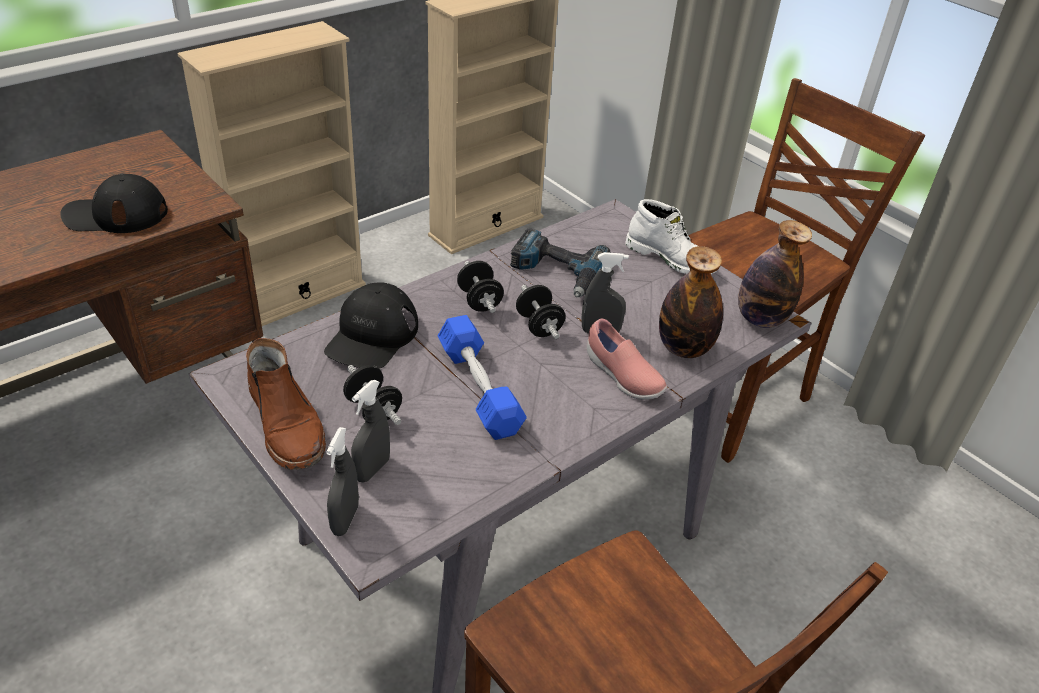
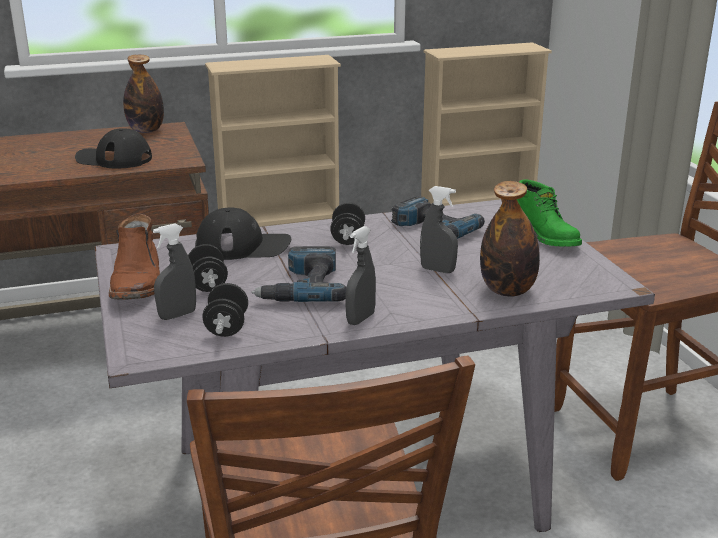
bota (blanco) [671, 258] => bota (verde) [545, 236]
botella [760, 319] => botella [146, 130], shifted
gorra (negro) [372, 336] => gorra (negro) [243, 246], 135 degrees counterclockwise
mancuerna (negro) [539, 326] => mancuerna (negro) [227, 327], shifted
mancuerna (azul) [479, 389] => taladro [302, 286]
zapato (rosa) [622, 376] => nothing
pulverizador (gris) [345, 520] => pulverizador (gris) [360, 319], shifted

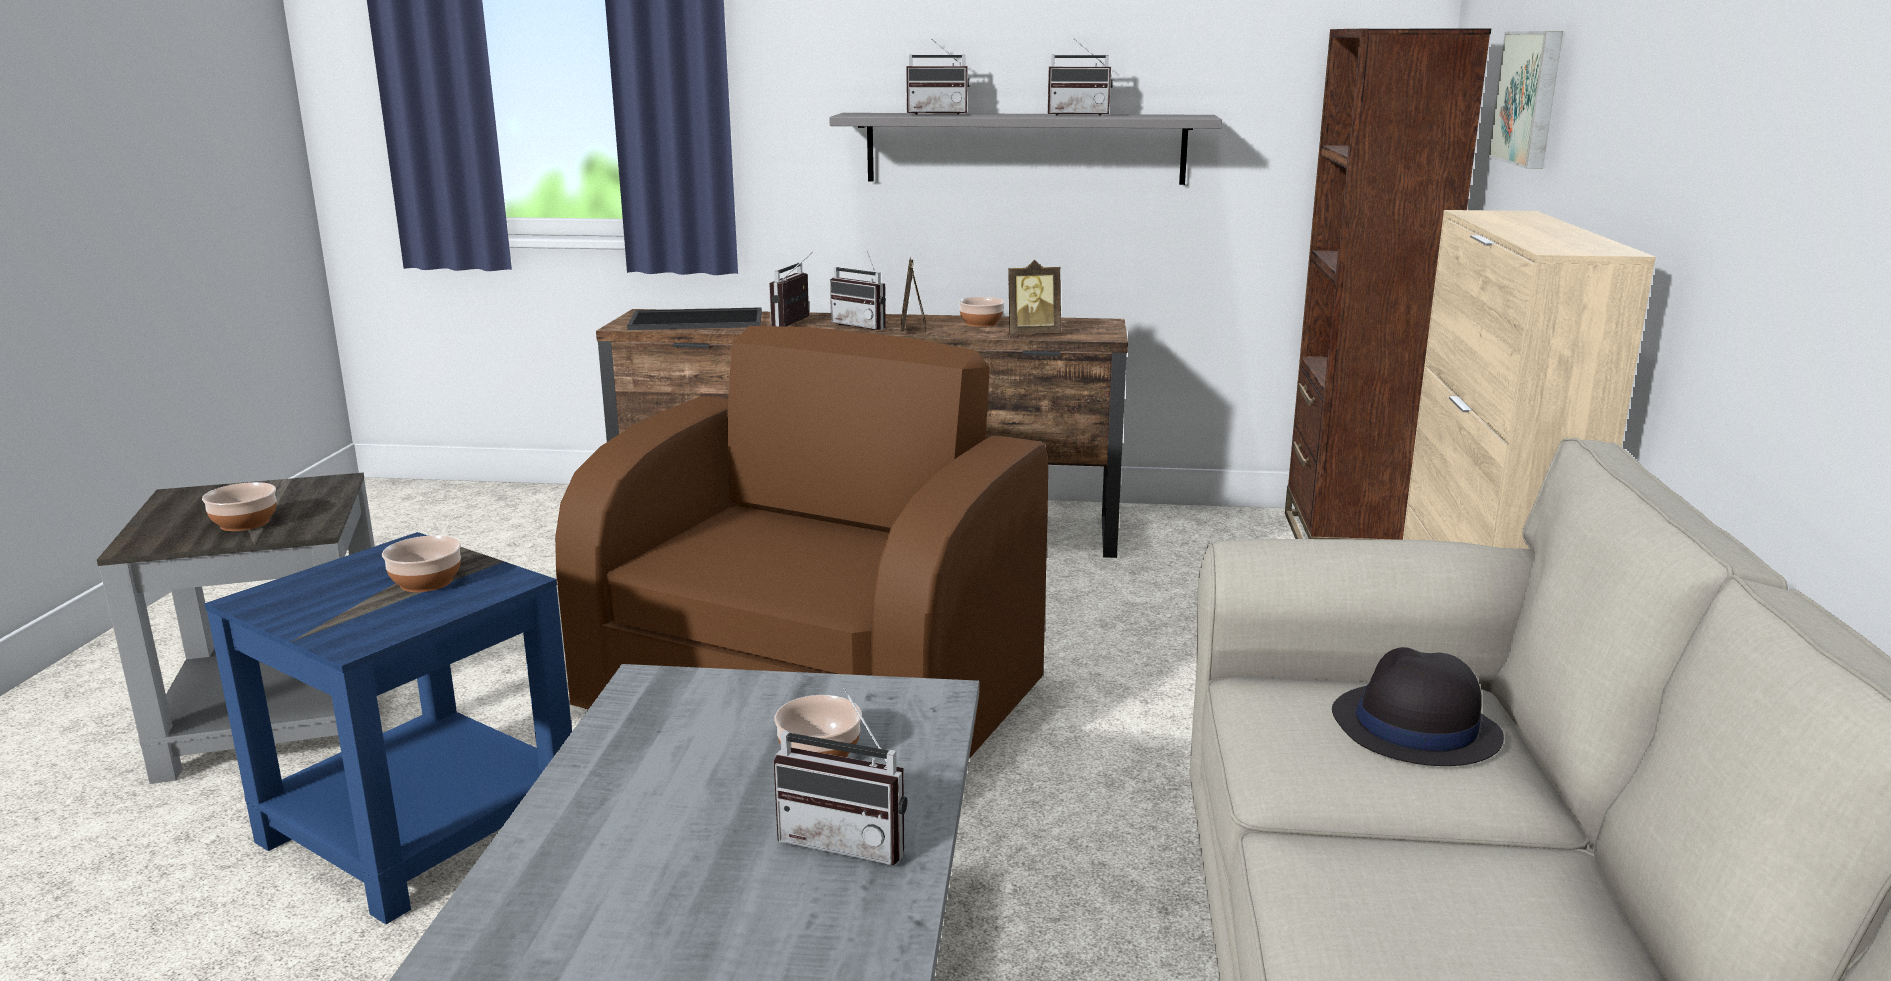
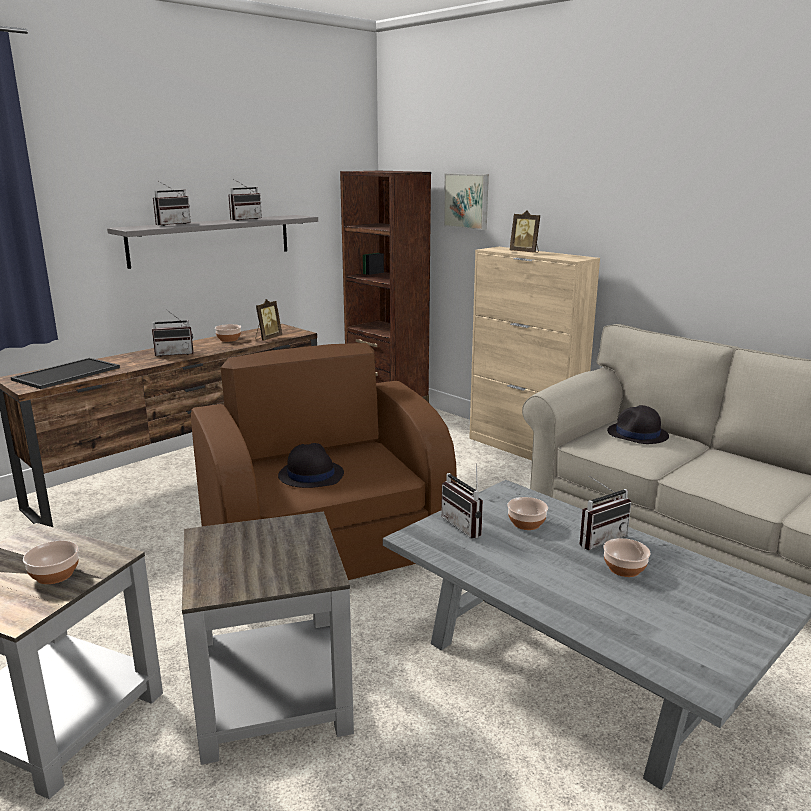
radio [797, 324] => radio [466, 526], shifted
portarretratos [913, 329] => portarretratos [525, 252], shifted
mesa auxiliar (azul) [421, 823] => mesa auxiliar (gris) [269, 695]
cuenco [426, 581] => cuenco [624, 568], shifted
nothing => sombrero (negro) [310, 475]

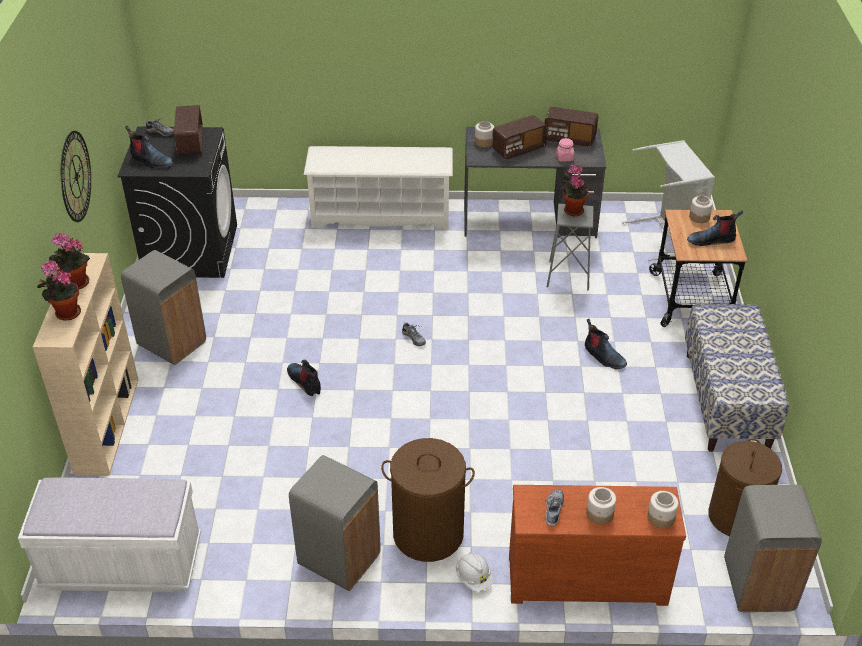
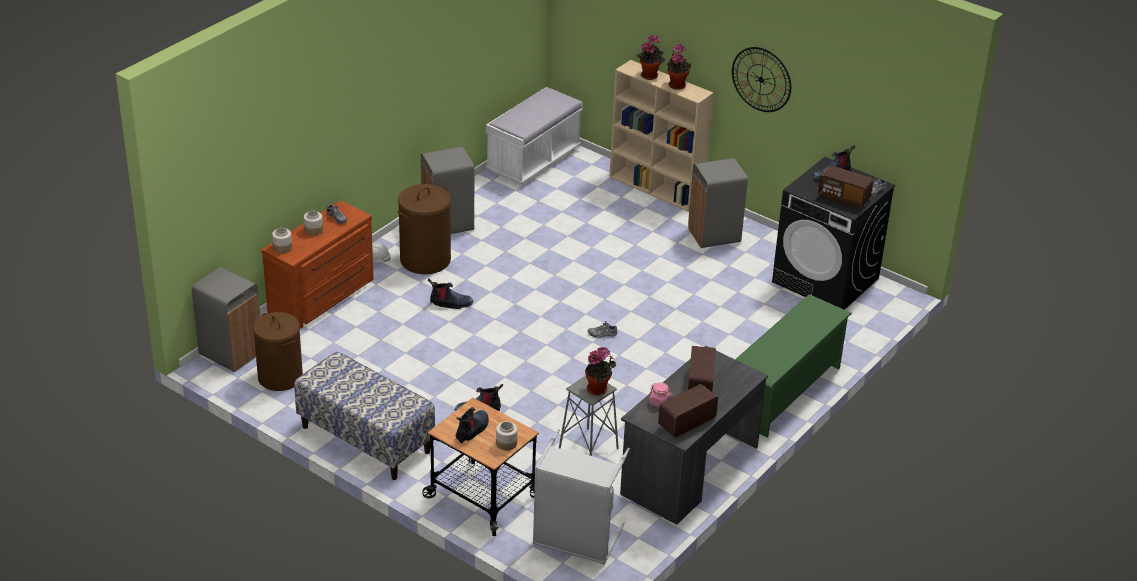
tarro [483, 142] => nothing
zapatero (blanco) [381, 214] => zapatero (verde) [783, 392]
bota [305, 382] => bota [450, 303], shifted

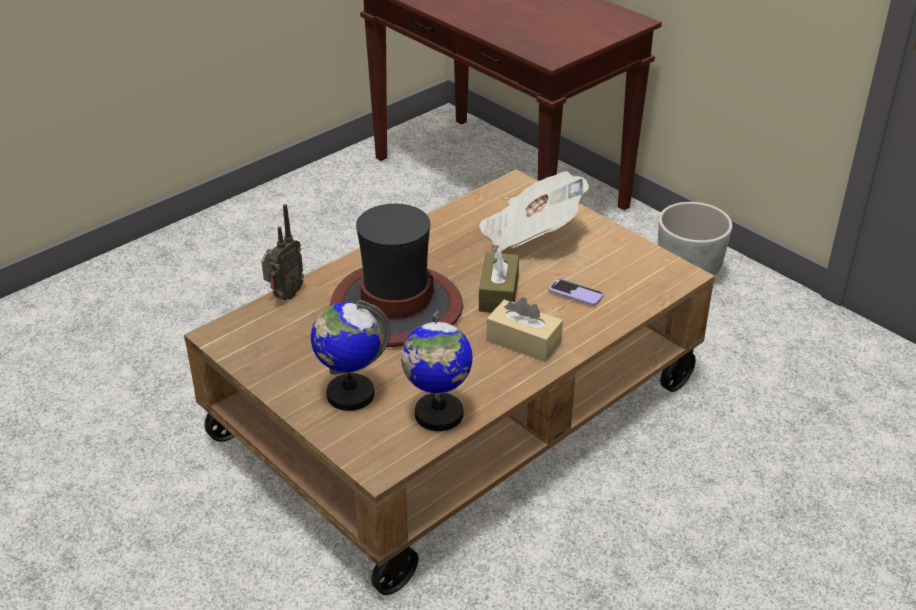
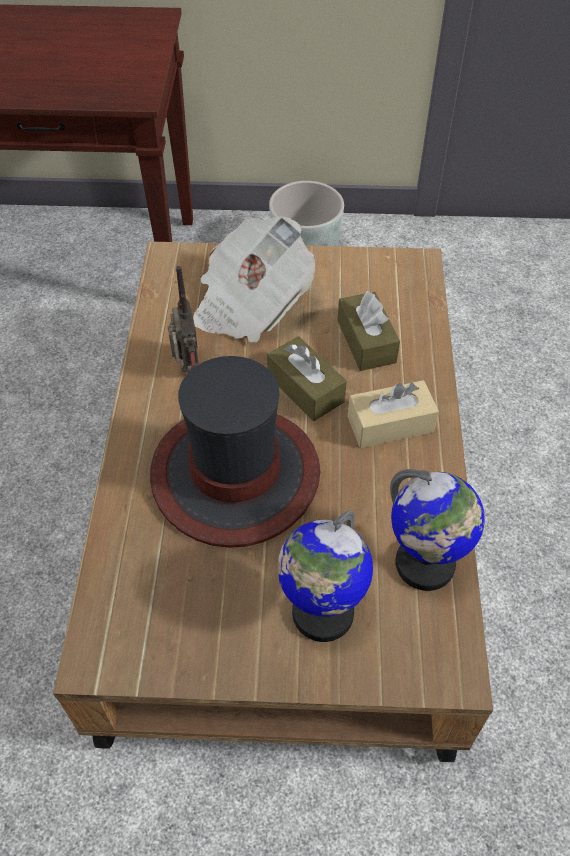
radio [284, 296] => radio [186, 367], shifted
móvil [575, 294] => caja de pañuelos (marrón) [366, 341]

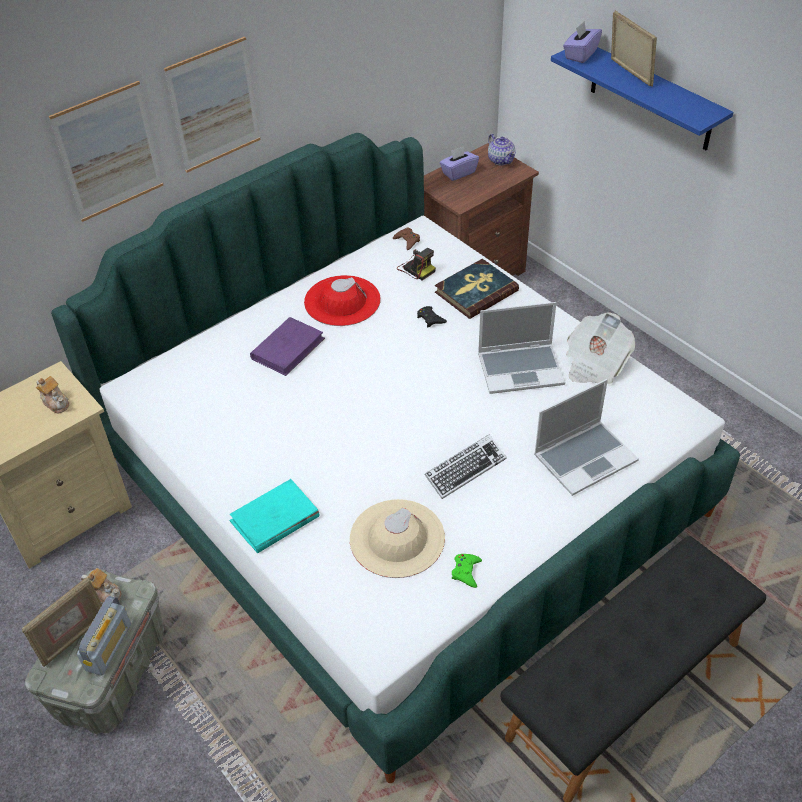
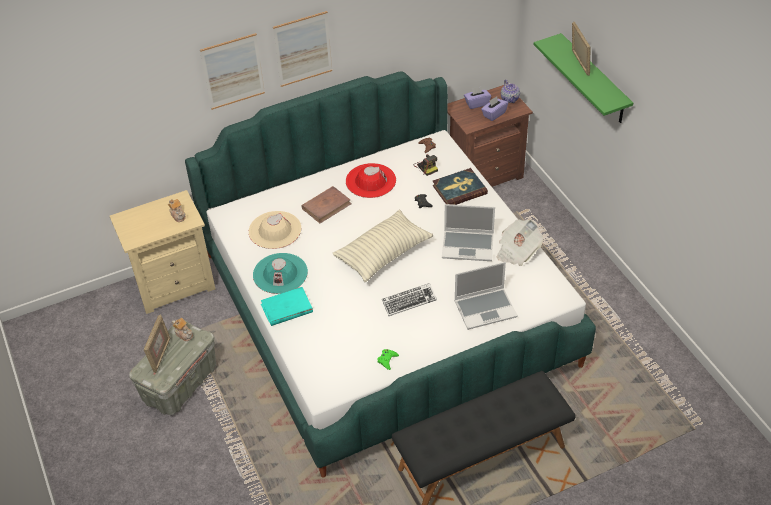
caja de pañuelos (morado) [580, 54] => caja de pañuelos (morado) [494, 114], shifted
estante (azul) [651, 97] => estante (verde) [594, 80]
libro (morado) [288, 349] => libro (marrón) [326, 206]
sombrero (beis) [397, 538] => sombrero (beis) [275, 230], shifted
portarretratos [73, 638] => portarretratos [160, 355], 45 degrees counterclockwise
radio [109, 646] => nothing
nothing => cojín [383, 254]
nothing => sombrero (turquesa) [280, 273]

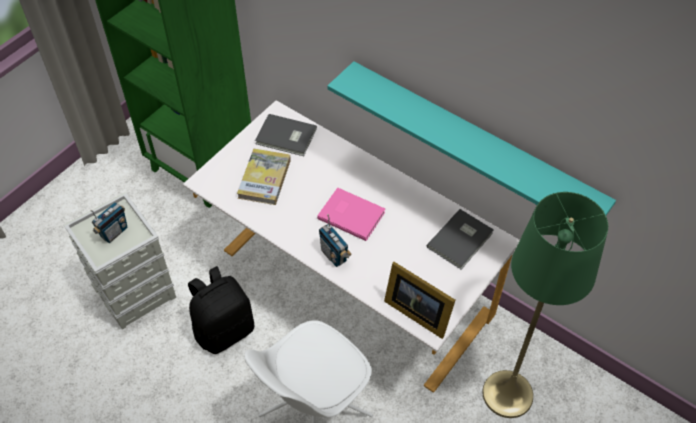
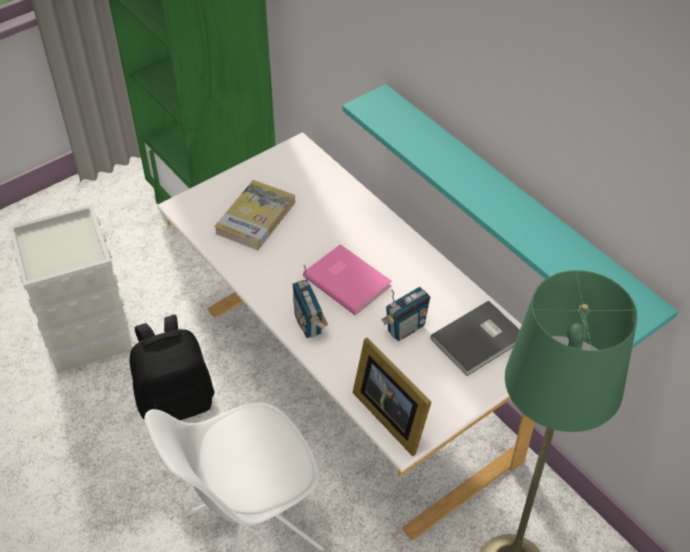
libro (gris) [286, 137] => nothing
radio [114, 232] => radio [405, 328], shifted

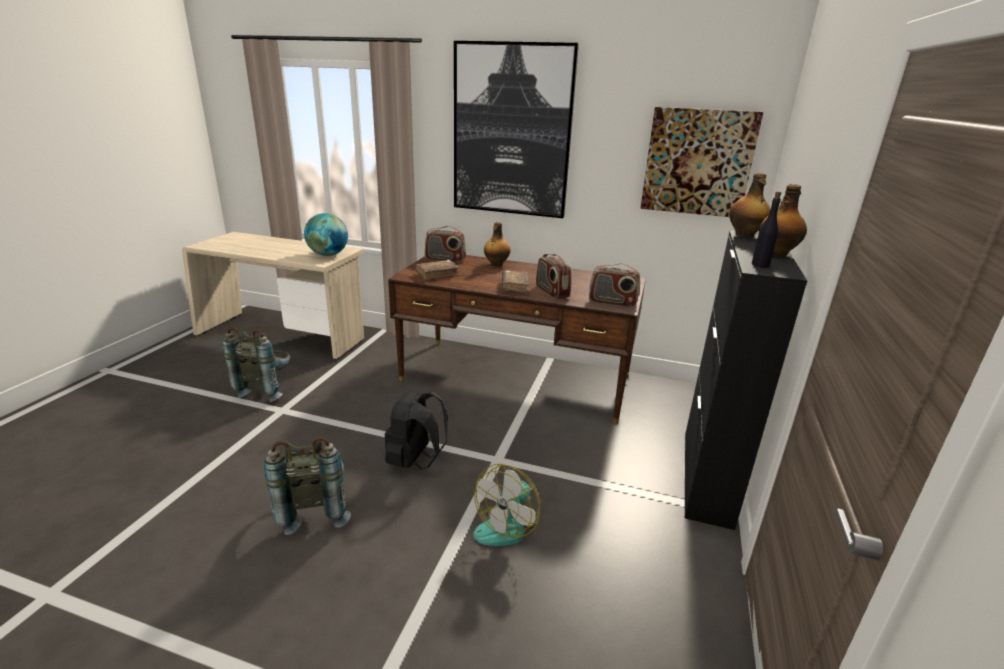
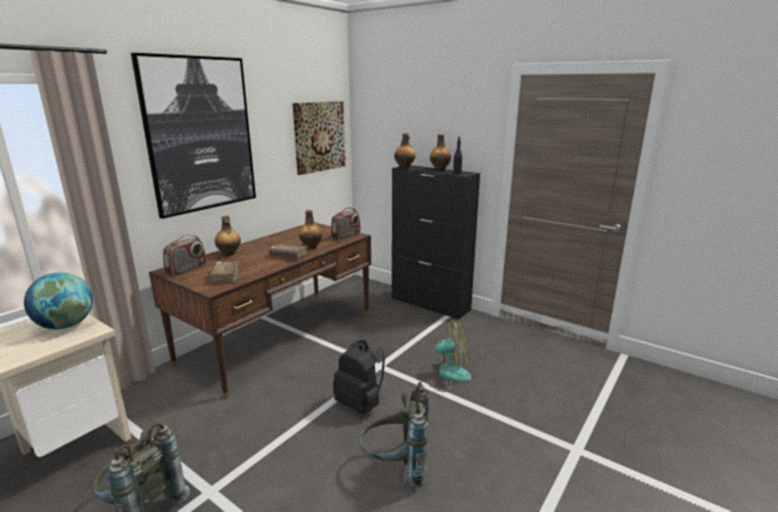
radio [551, 292] => botella [311, 247]
ventilador [507, 525] => ventilador [446, 375], 60 degrees counterclockwise

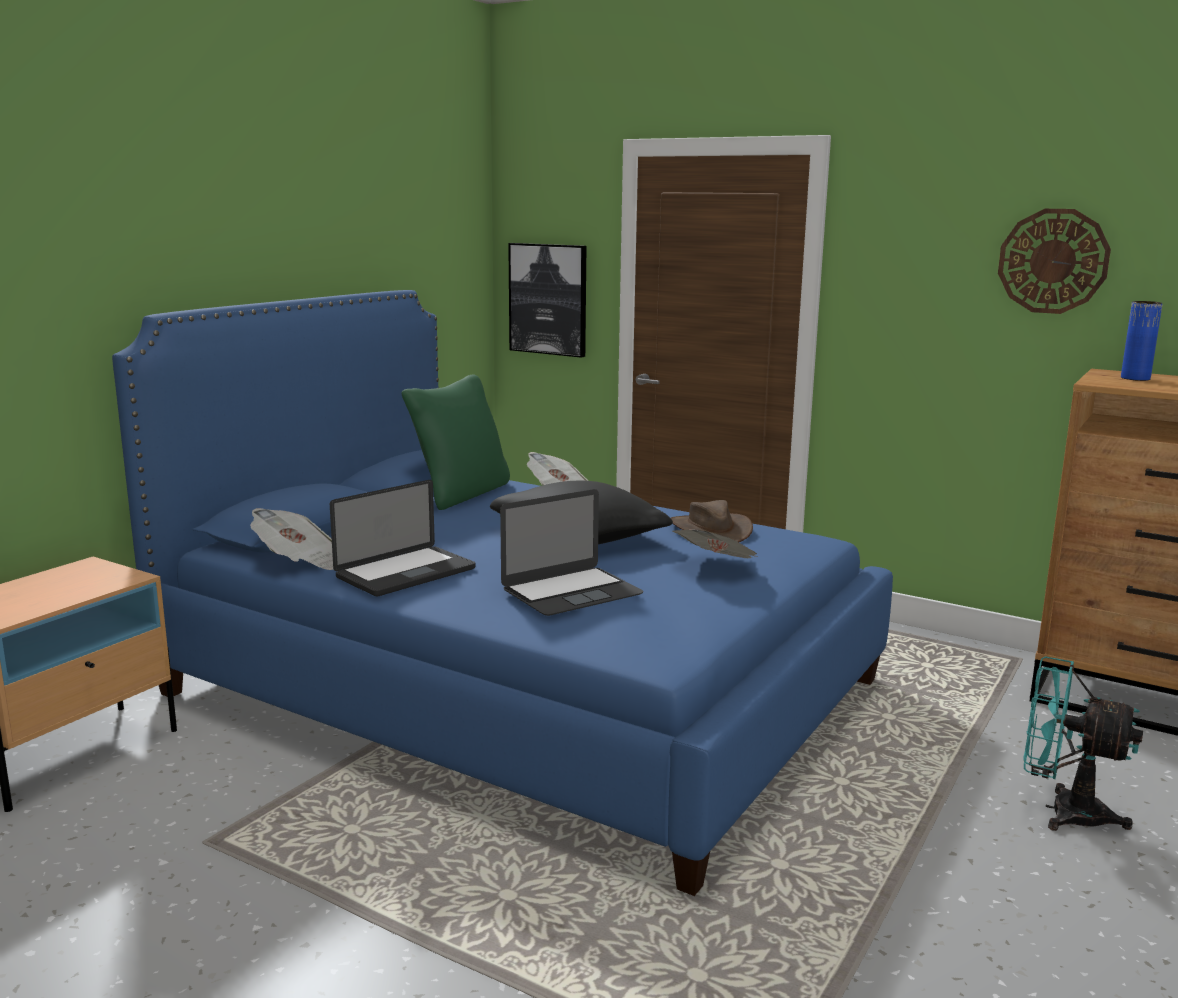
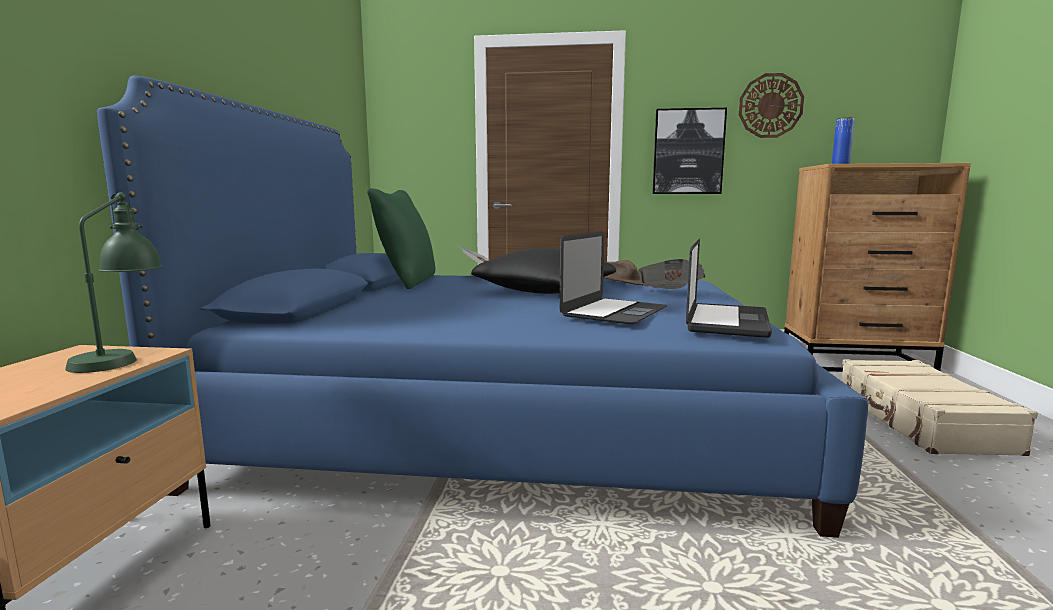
cuadro [548, 299] => cuadro [688, 152], shifted
portátil [406, 573] => portátil [727, 322], shifted
periódico [299, 561] => nothing
ventilador (turquesa) [1062, 811] => maleta (beis) [919, 421]
nothing => lámpara de mesa (verde) [122, 357]

